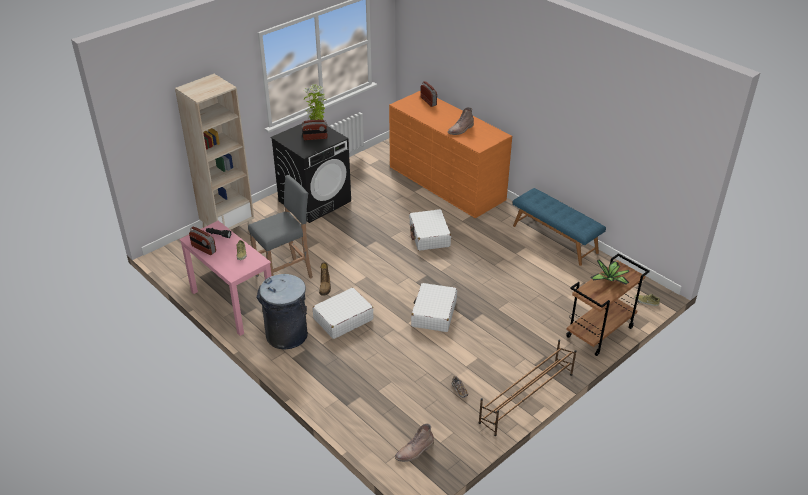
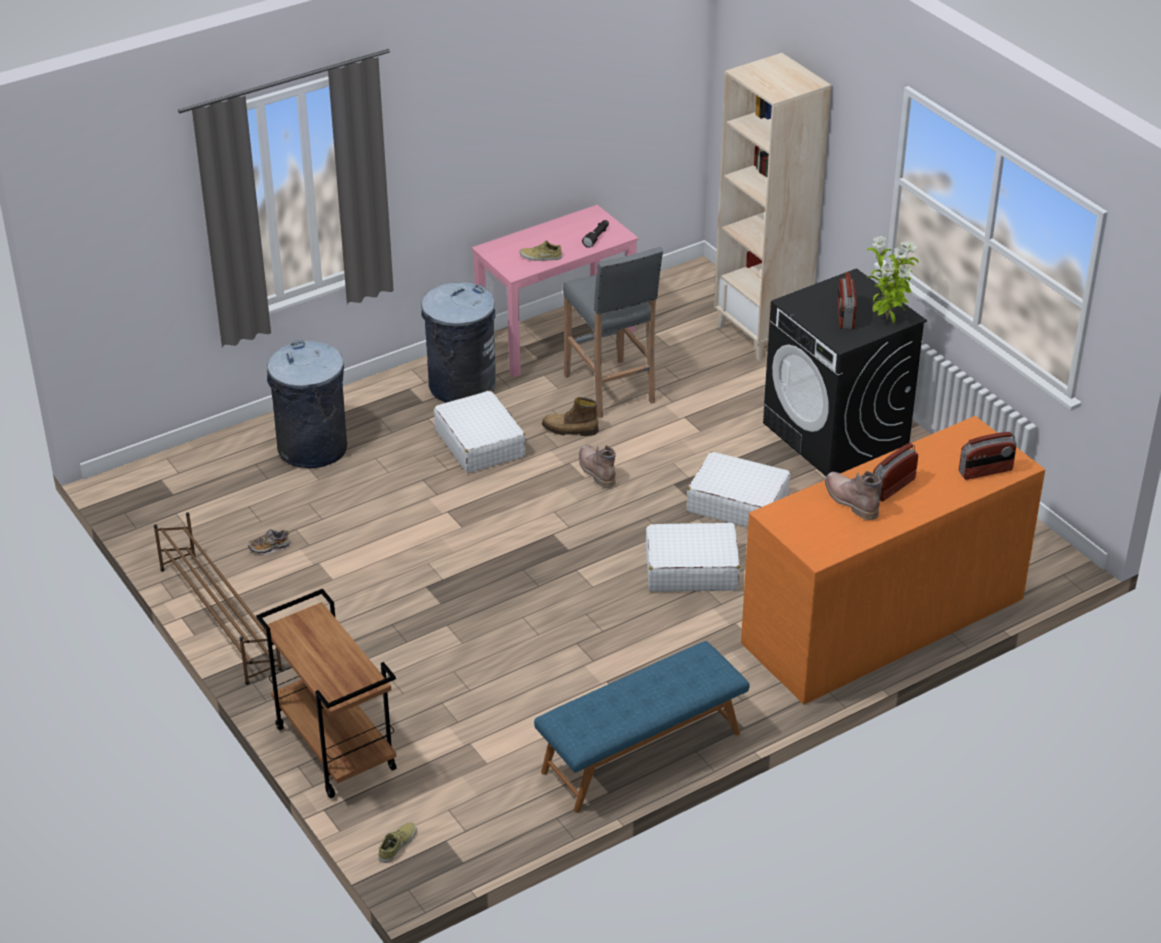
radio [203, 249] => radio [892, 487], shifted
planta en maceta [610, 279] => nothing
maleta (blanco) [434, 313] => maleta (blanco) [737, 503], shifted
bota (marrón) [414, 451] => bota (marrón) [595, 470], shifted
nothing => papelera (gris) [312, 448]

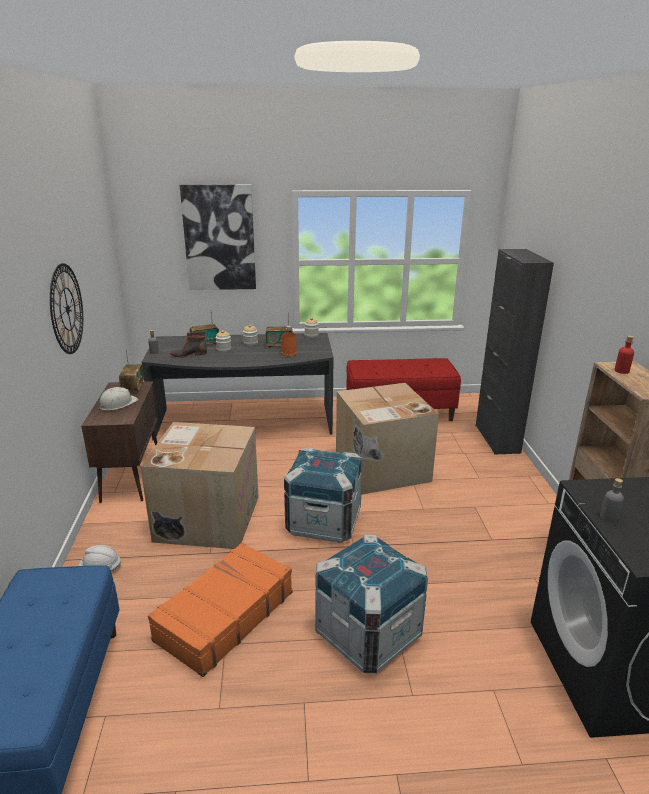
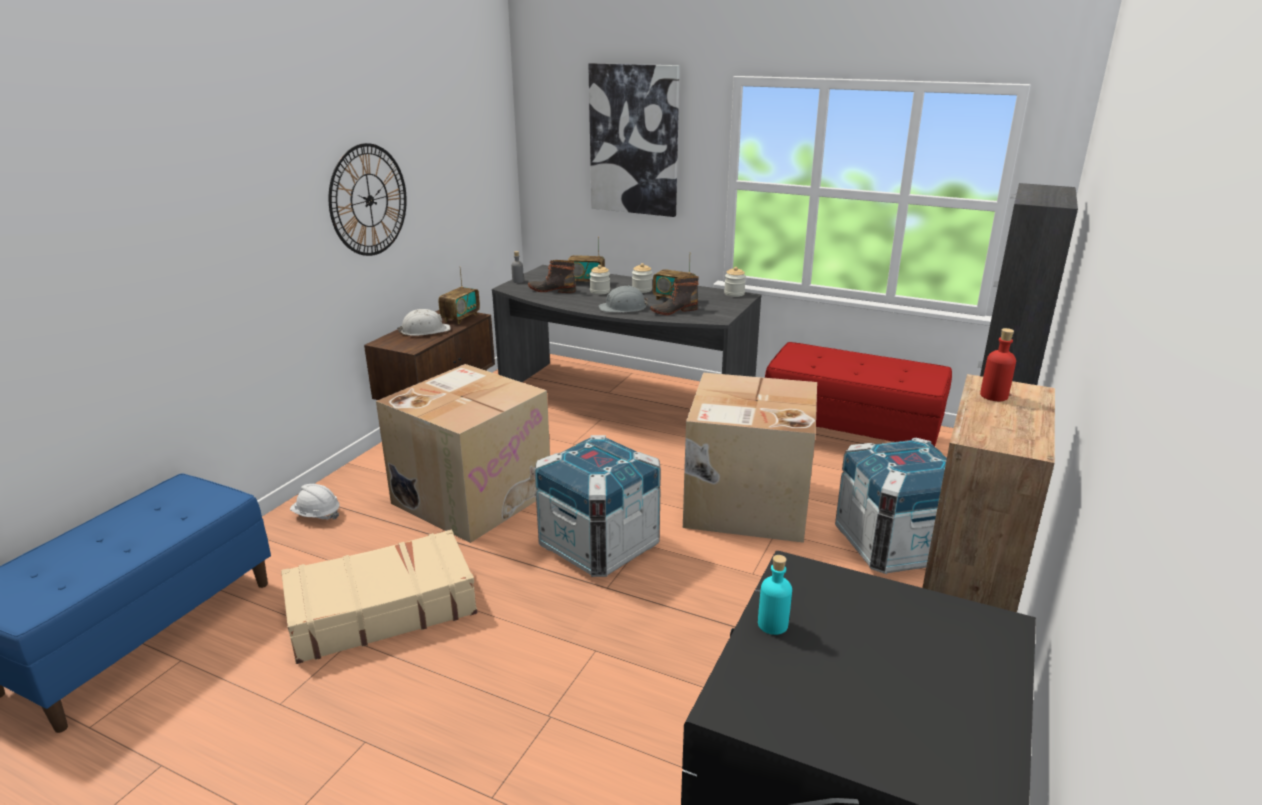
botella (naranja) [289, 354] => bota [673, 310]
botella (gris) [609, 517] => botella (turquesa) [773, 624]
caja de embalaje [368, 634] => caja de embalaje [894, 546], shifted
maleta (naranja) [224, 616] => maleta (beis) [381, 609]
nothing => casco (gris) [623, 307]

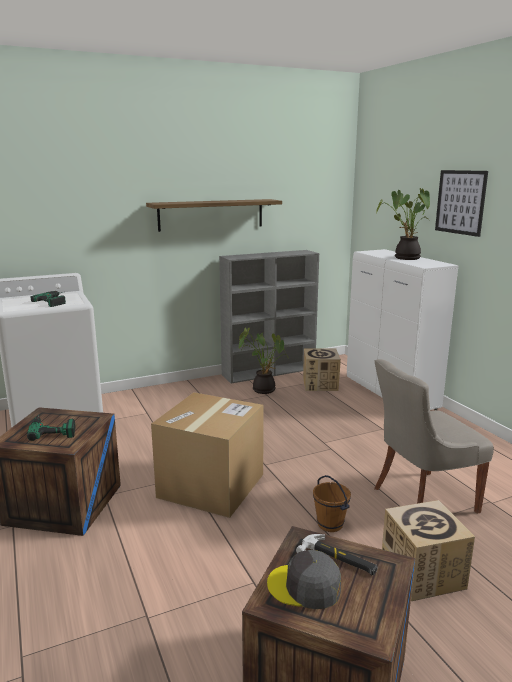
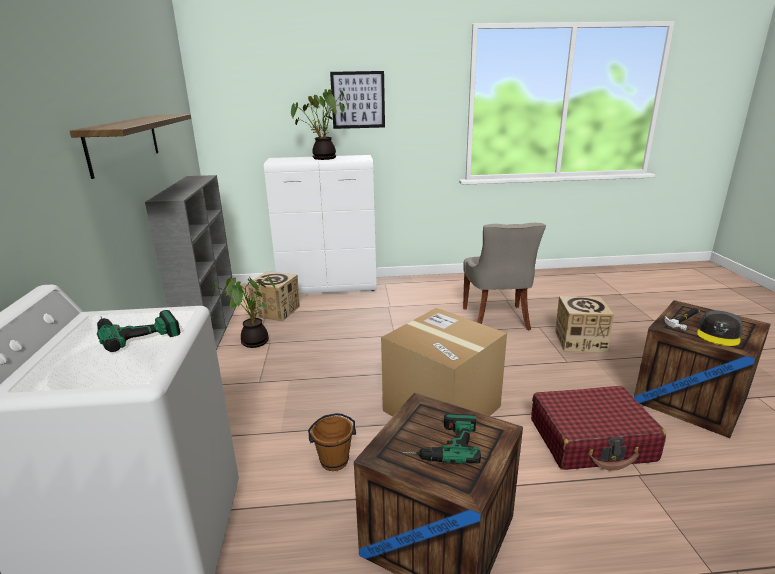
cubo (marrón) [330, 524] => cubo (marrón) [334, 461], shifted
nothing => maleta (rojo) [591, 440]

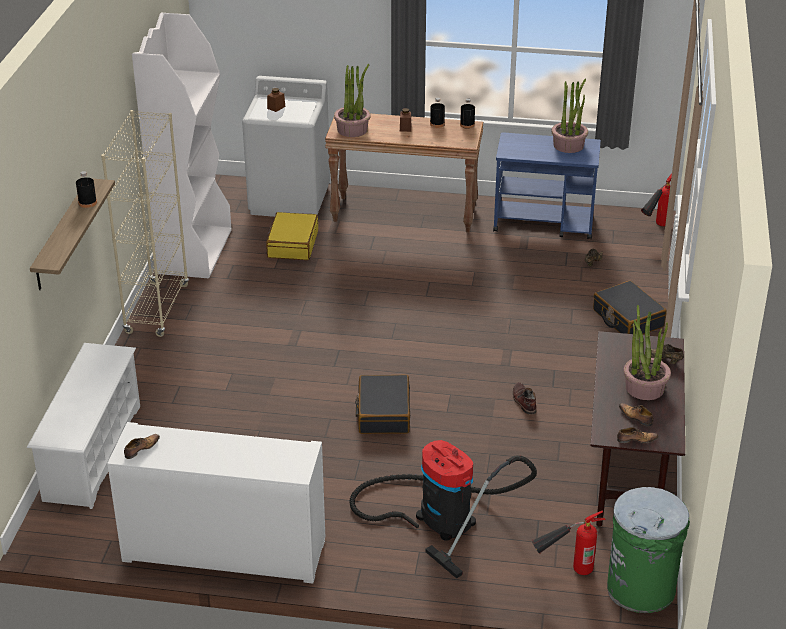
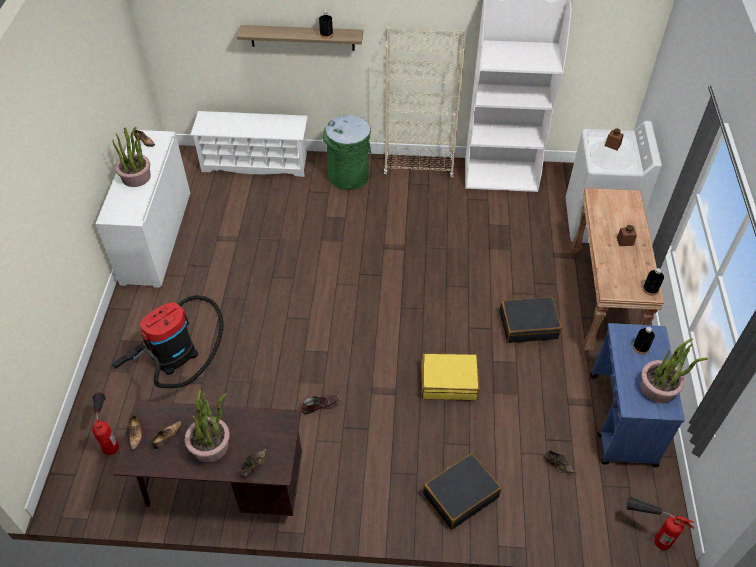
planta en maceta [352, 129] => planta en maceta [136, 177], shifted
botella (negro) [437, 124] => botella (negro) [640, 347], shifted
maleta (amarillo) [292, 244] => maleta (amarillo) [449, 381], shifted
maleta (negro) [383, 413] => maleta (negro) [528, 325], shifted
papelera (verde) [641, 588] => papelera (verde) [348, 177], shifted

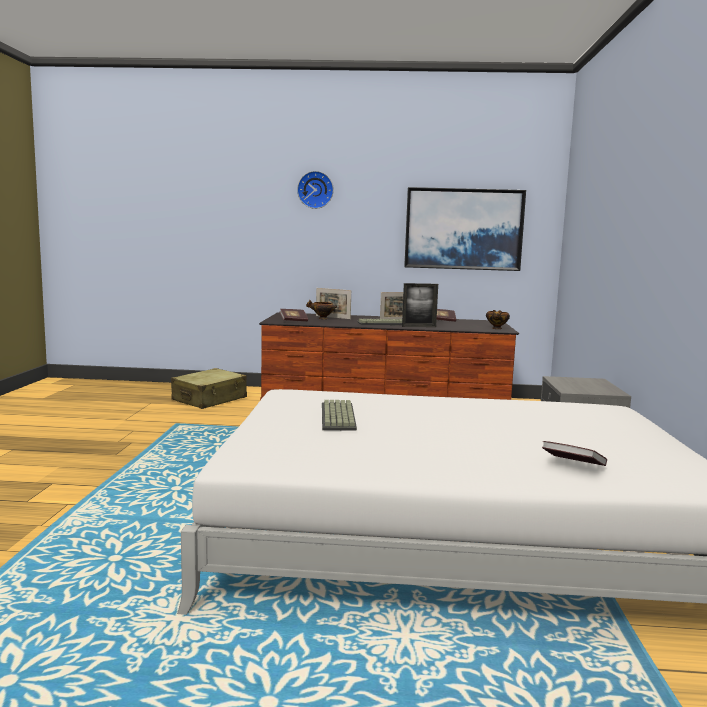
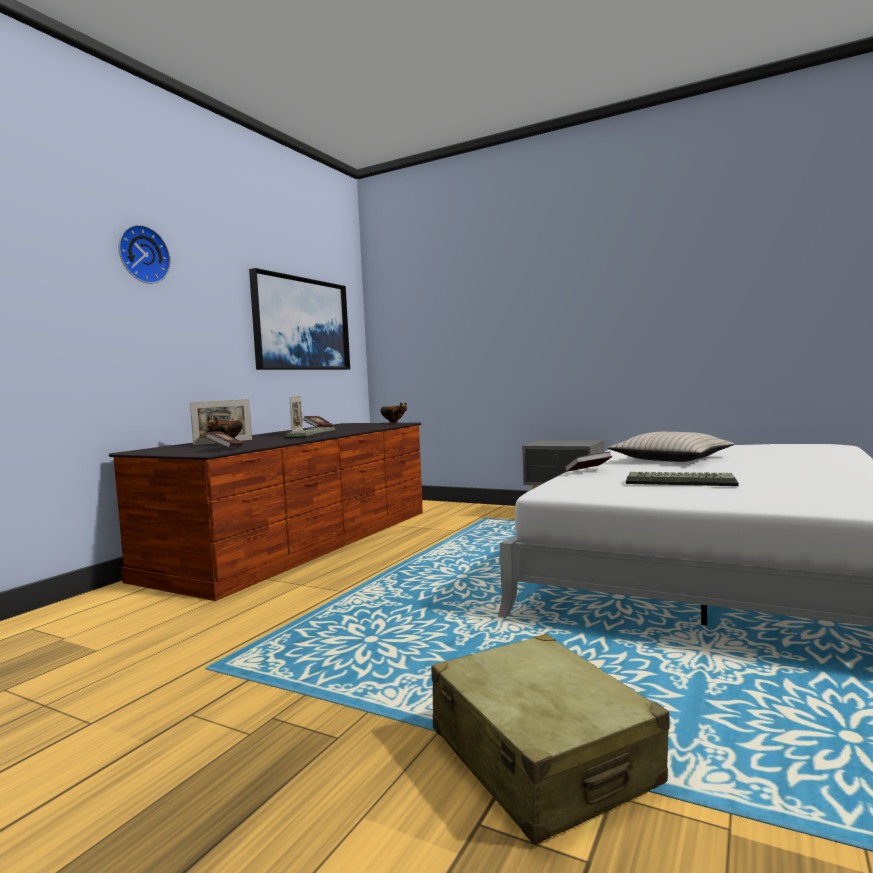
portarretratos [419, 326] => nothing
maleta (beis) [210, 399] => maleta (beis) [541, 757], shifted
libro [573, 465] => libro [588, 471], shifted
nothing => cojín (beis) [670, 459]

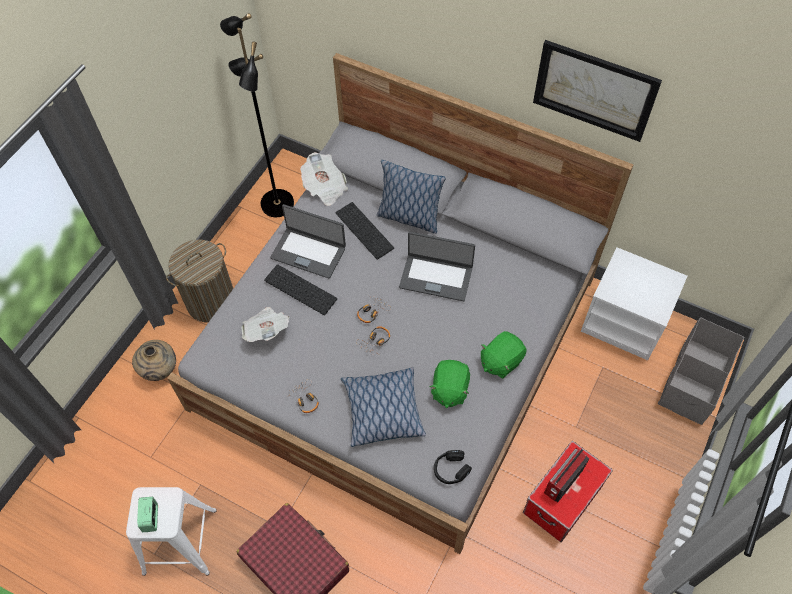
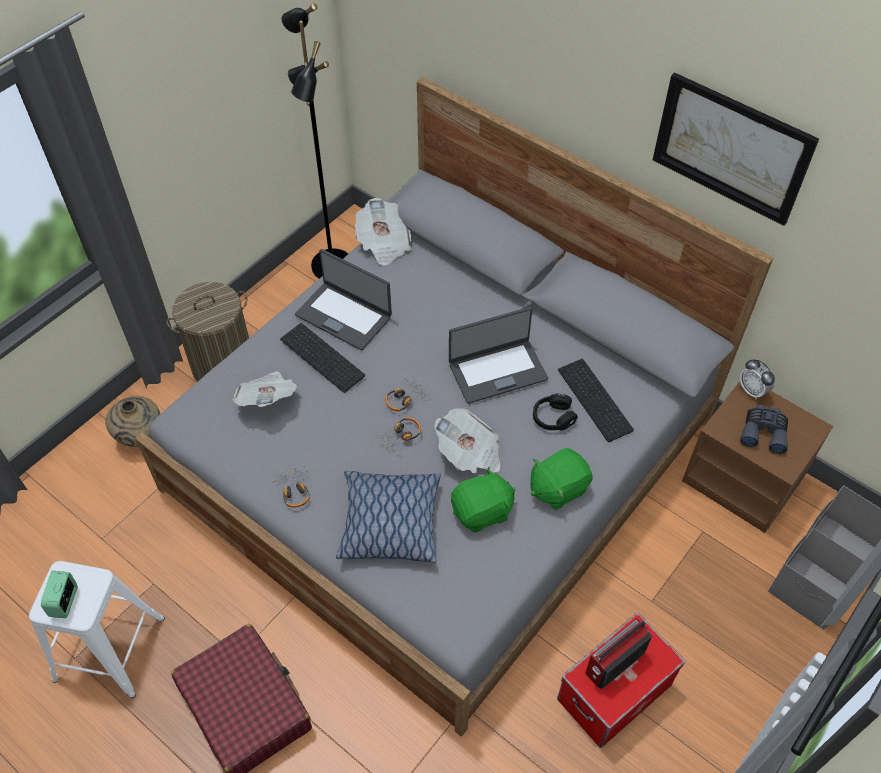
cojín [408, 217] => nothing
teclado [366, 230] => teclado [597, 400], shifted
portátil [436, 277] => portátil [497, 370], 45 degrees counterclockwise
mesita de noche (blanco) [625, 322] => mesita de noche (marrón) [744, 479]
peluche (verde) [449, 389] => peluche (verde) [482, 512], 135 degrees counterclockwise
auriculares (negro) [451, 470] => auriculares (negro) [553, 417], shifted
nothing => despertador [752, 390]
nothing => prismáticos (gris) [763, 432]
nothing => periódico [469, 453]

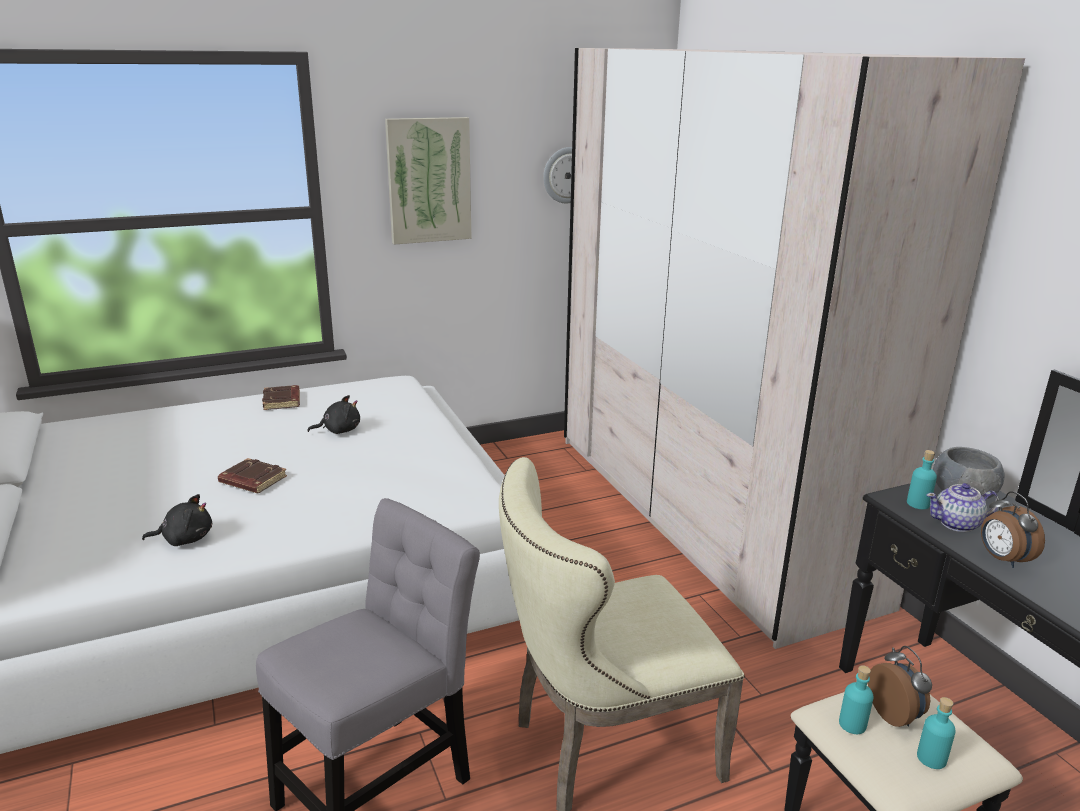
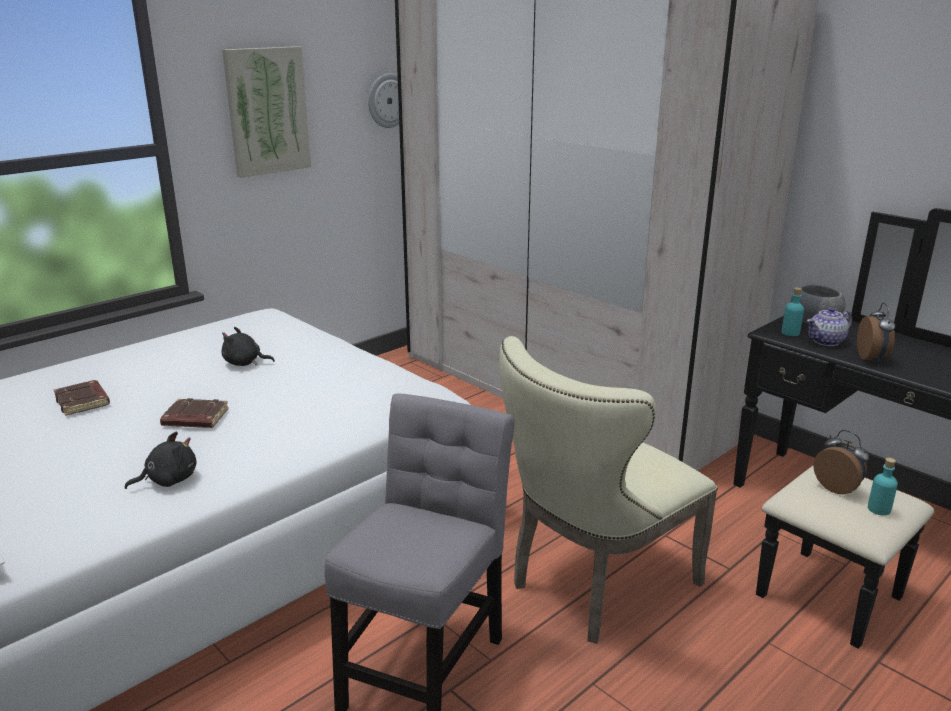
libro (marrón) [282, 401] => libro (marrón) [83, 402], shifted
peluche (negro) [339, 430] => peluche (negro) [245, 363], 135 degrees counterclockwise
despertador [1002, 559] => despertador [872, 358], 135 degrees counterclockwise
botella (turquesa) [852, 724] => nothing

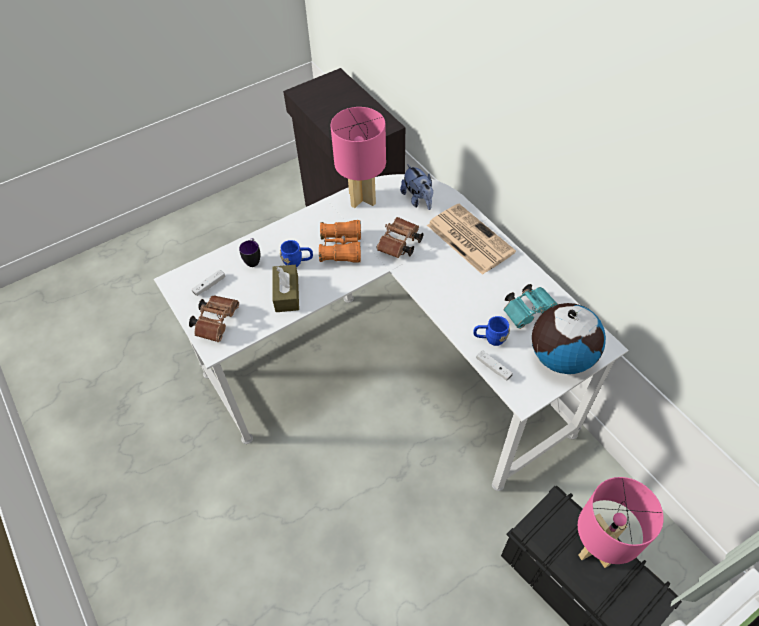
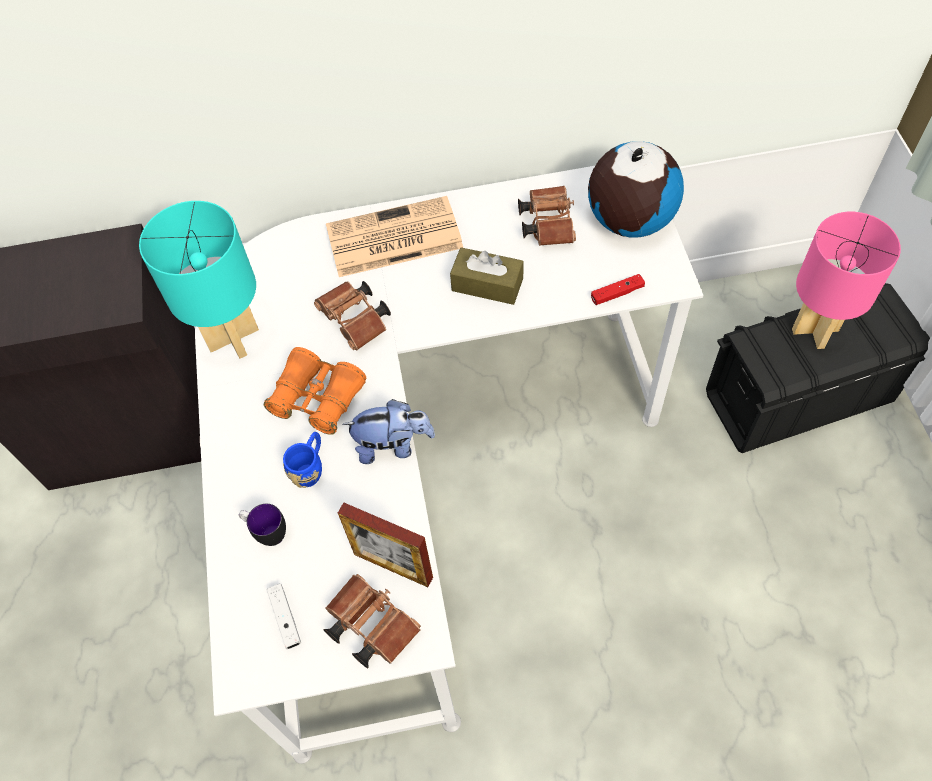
lámpara de mesa (rosa) [362, 198] => lámpara de mesa (turquesa) [232, 338]
peluche [418, 199] => peluche [393, 445], shifted
caja de pañuelos (marrón) [287, 294] => caja de pañuelos (marrón) [487, 284], shifted
prismáticos (turquesa) [529, 311] => prismáticos (marrón) [547, 223]
taza grande (azul) [490, 338] => nothing
mando de consola (blanco) [493, 368] => mando de consola (rojo) [617, 293]
nothing => portarretratos [393, 566]

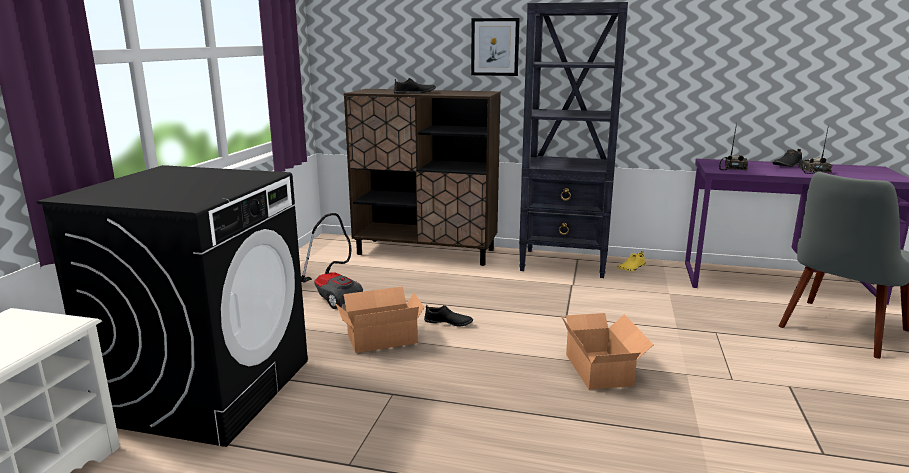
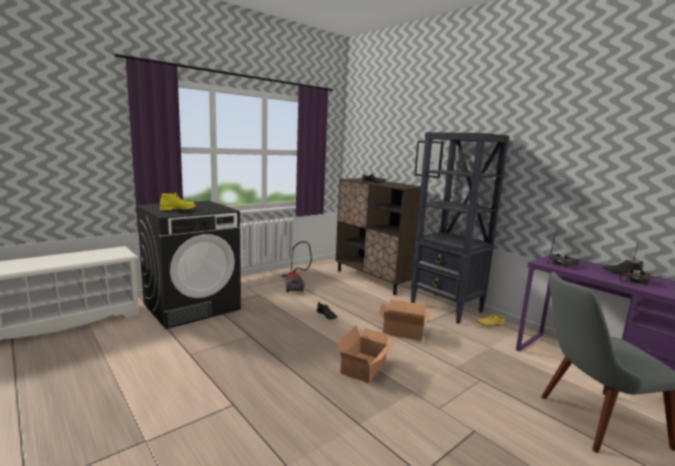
caja de cartón [380, 337] => caja de cartón [402, 330], shifted
nothing => bota (amarillo) [178, 209]

